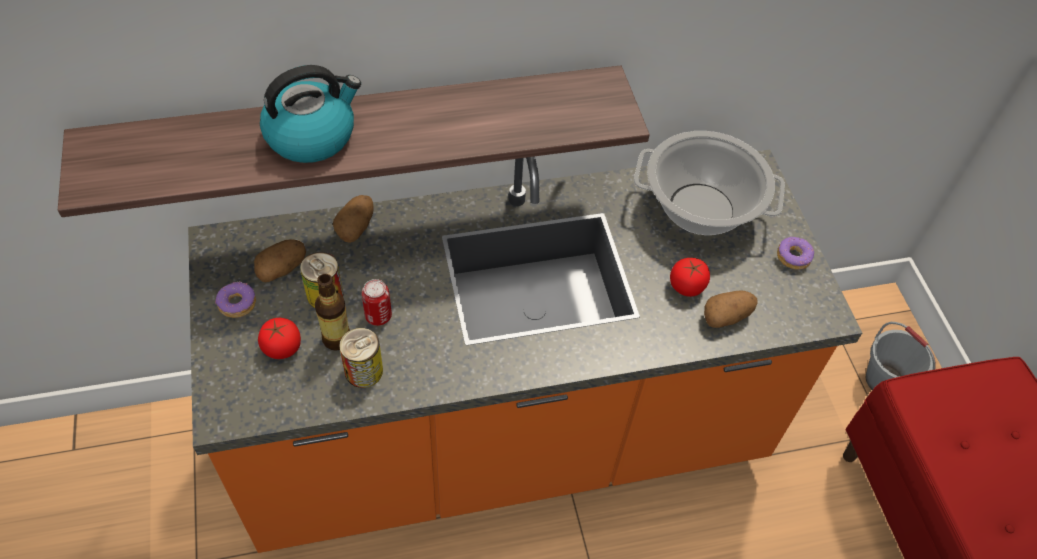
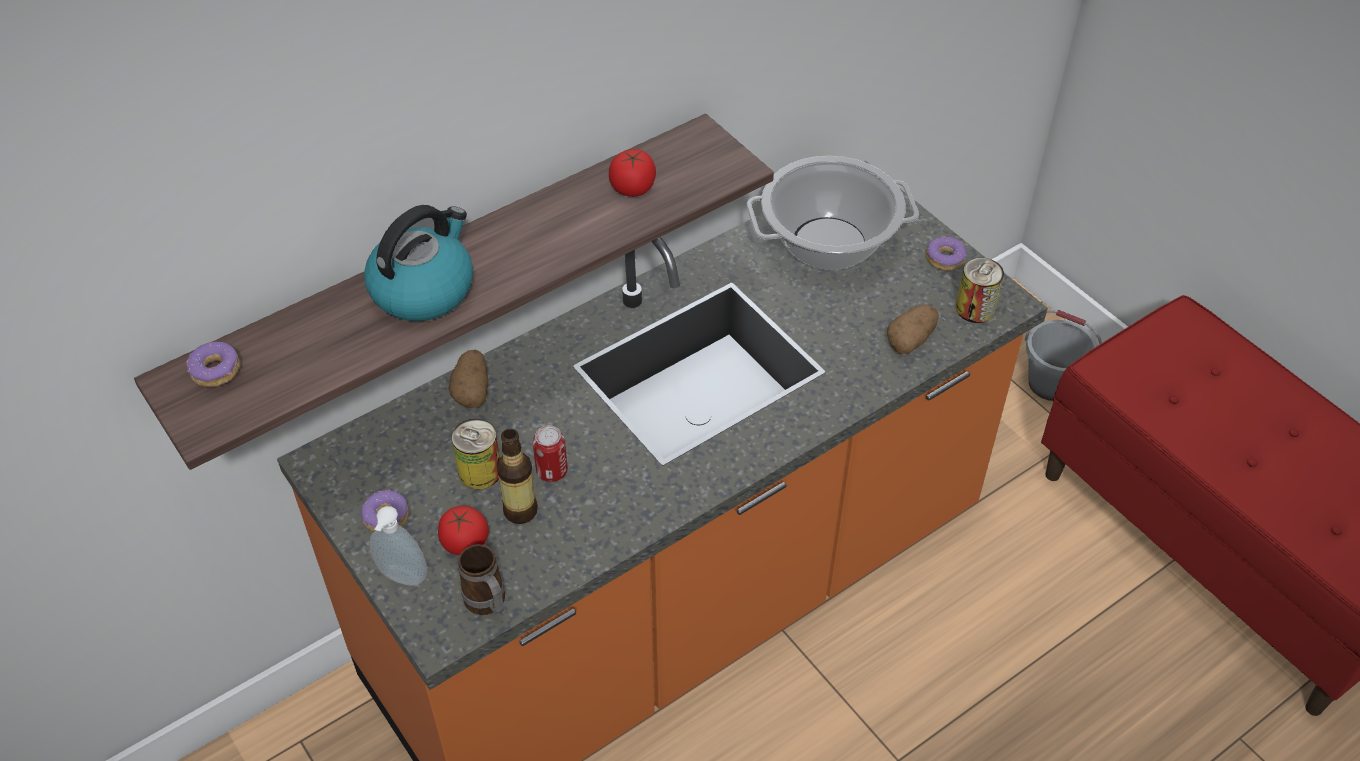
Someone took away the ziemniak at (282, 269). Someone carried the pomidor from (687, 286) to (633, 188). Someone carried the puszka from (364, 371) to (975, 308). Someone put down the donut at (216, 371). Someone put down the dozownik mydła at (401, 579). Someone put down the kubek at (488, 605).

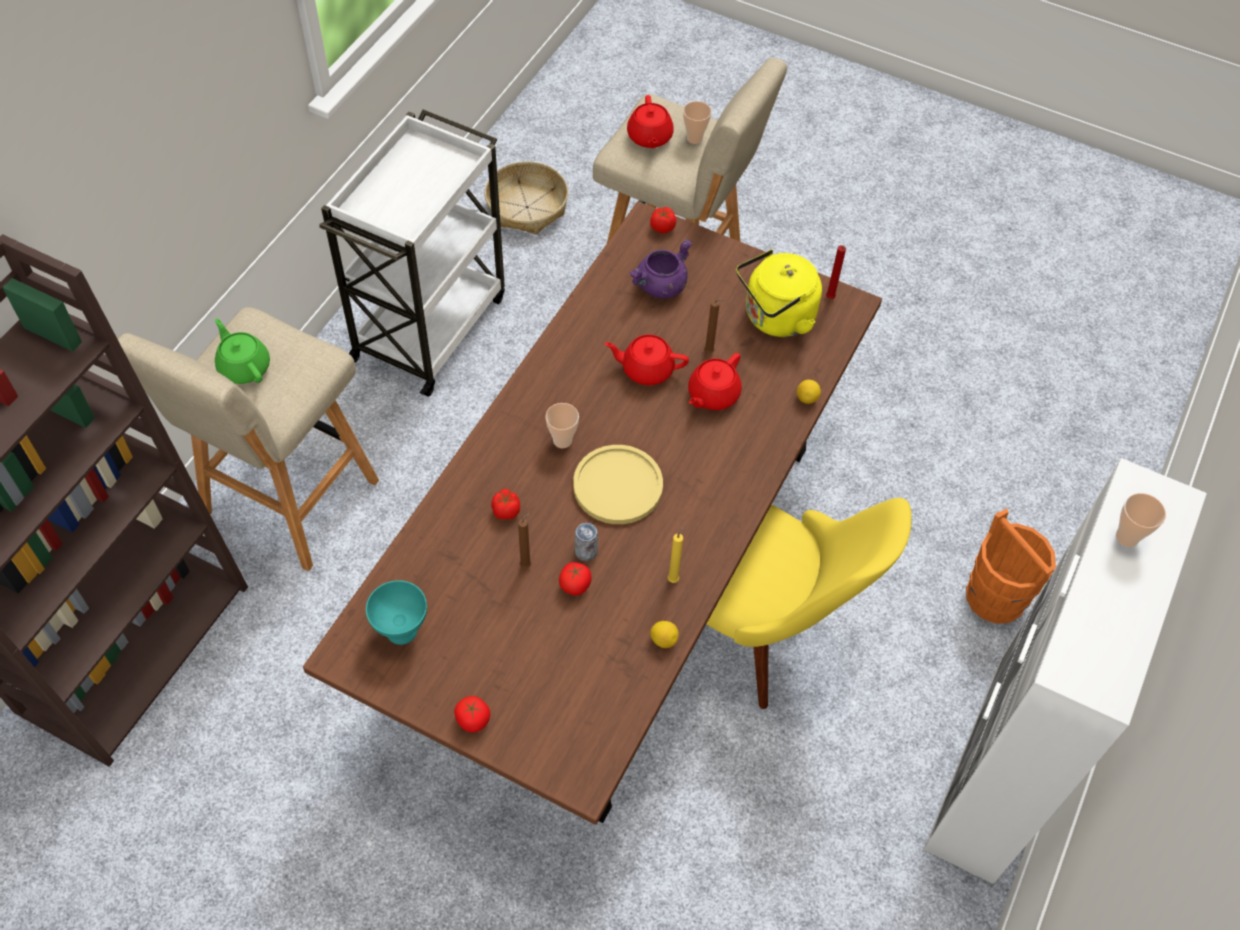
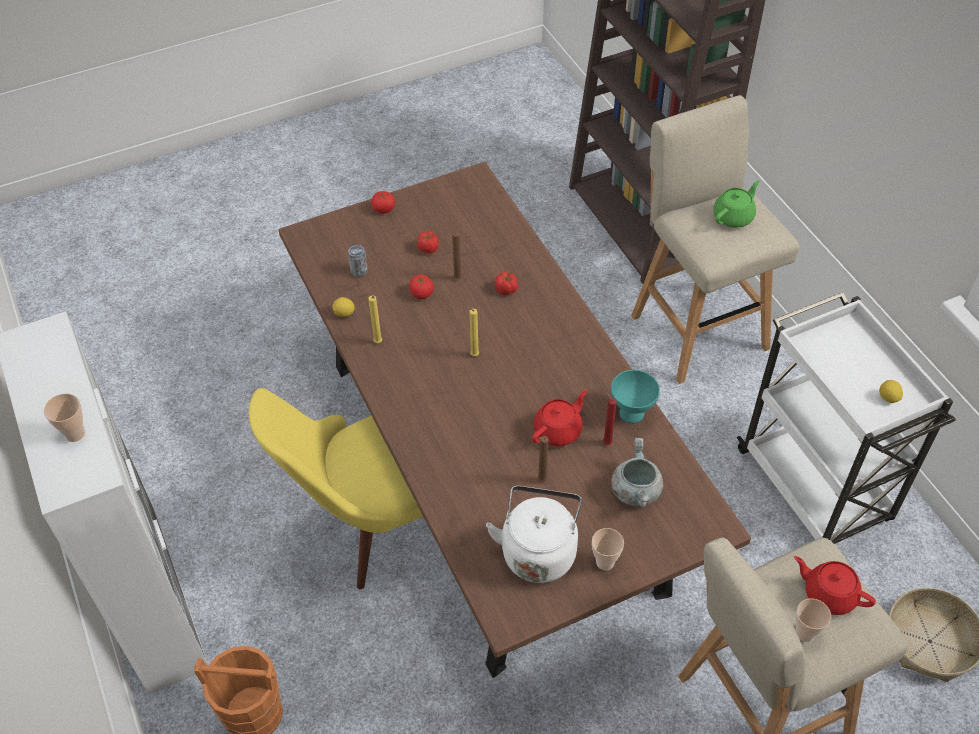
Someone carried the pomidor from (662, 227) to (428, 248). Someone repainted the garnek [fioletowy] at (660, 286), which became the garnek [szary] at (635, 491). Someone carried the świeca [czerwony] from (830, 299) to (606, 442). Someone repainted the czajnik [żółty] at (775, 318), which became the czajnik [biały] at (538, 550). Someone rotated the imbryk [zielony] at (244, 367) by 45 degrees counterclockwise. Someone took away the imbryk [czerwony] at (712, 394). Someone carried the cytryna from (807, 398) to (888, 398). Someone carried the filiżanka from (562, 440) to (605, 562). Someone swapped the talerz [żółty] at (618, 486) for the świeca [żółty] at (473, 355). Someone carried the puszka from (586, 552) to (359, 271). Someone carried the miska [turkusowy] from (400, 630) to (632, 413).

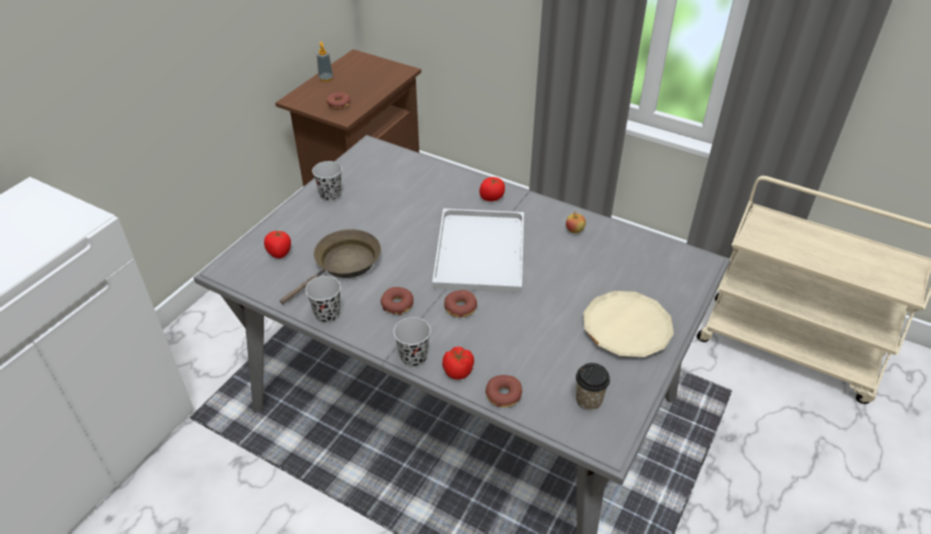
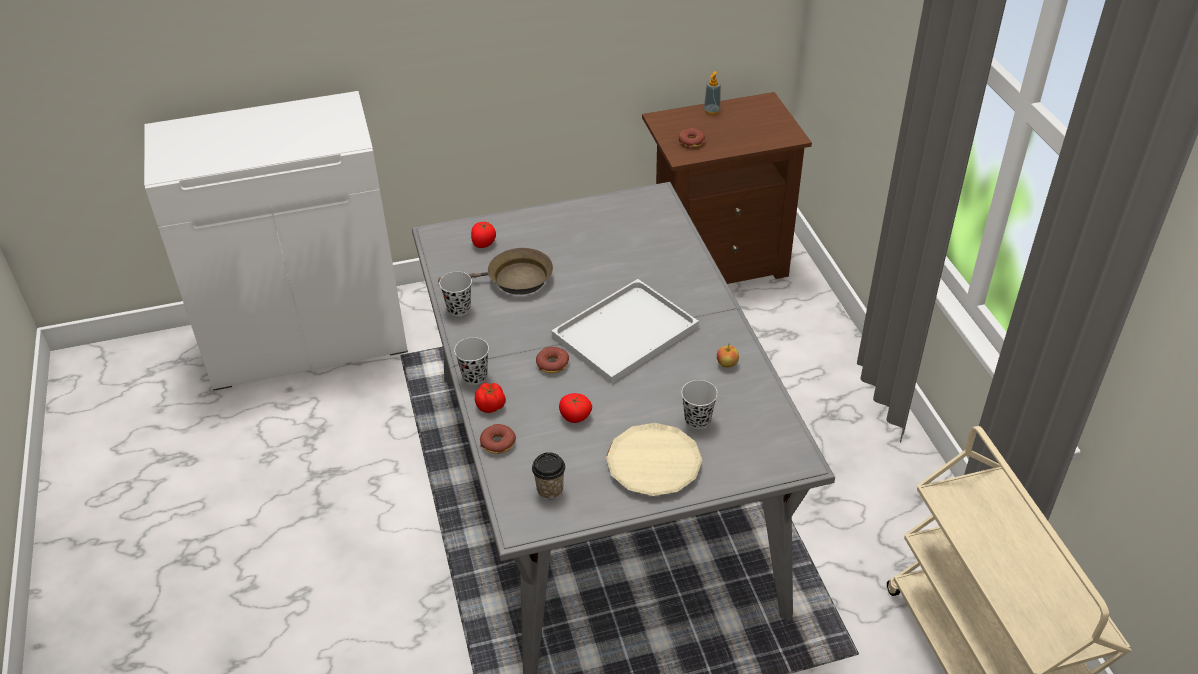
Someone carried the filiżanka [czarny] from (330, 195) to (697, 420). Someone carried the pomidor from (492, 197) to (575, 417). Someone took away the donut at (397, 304).

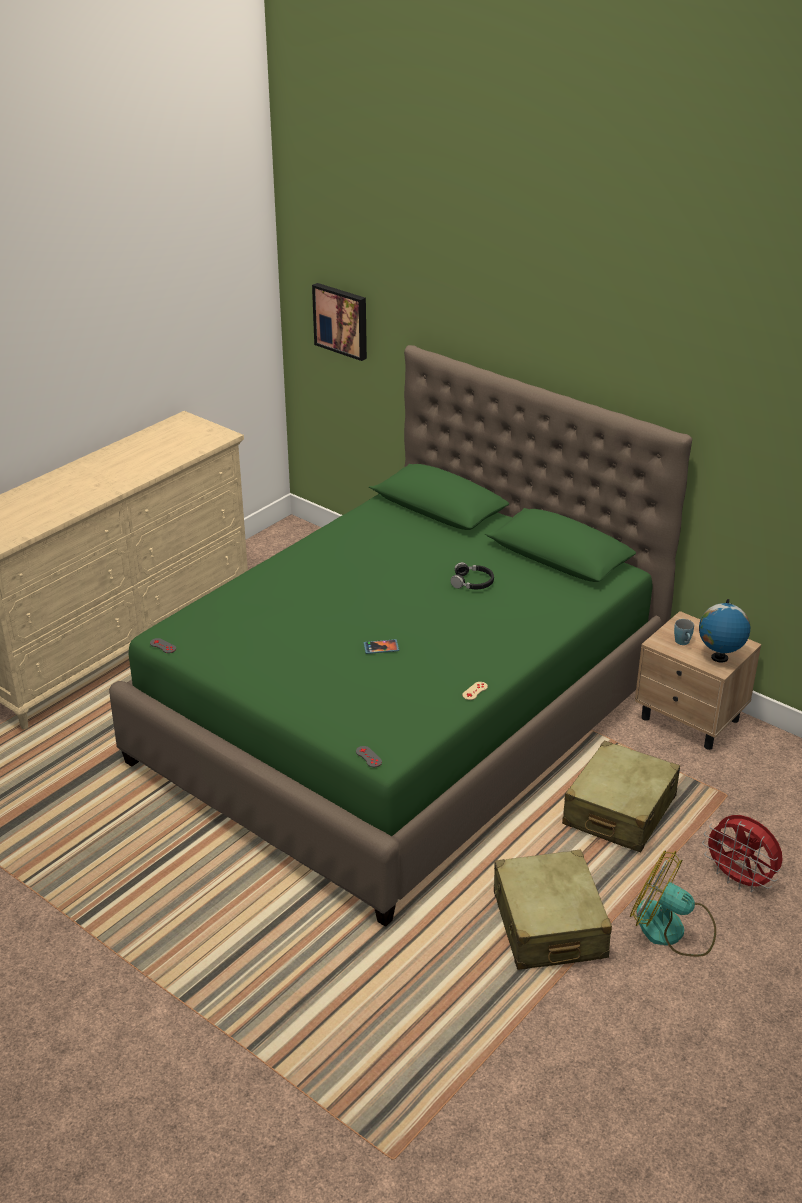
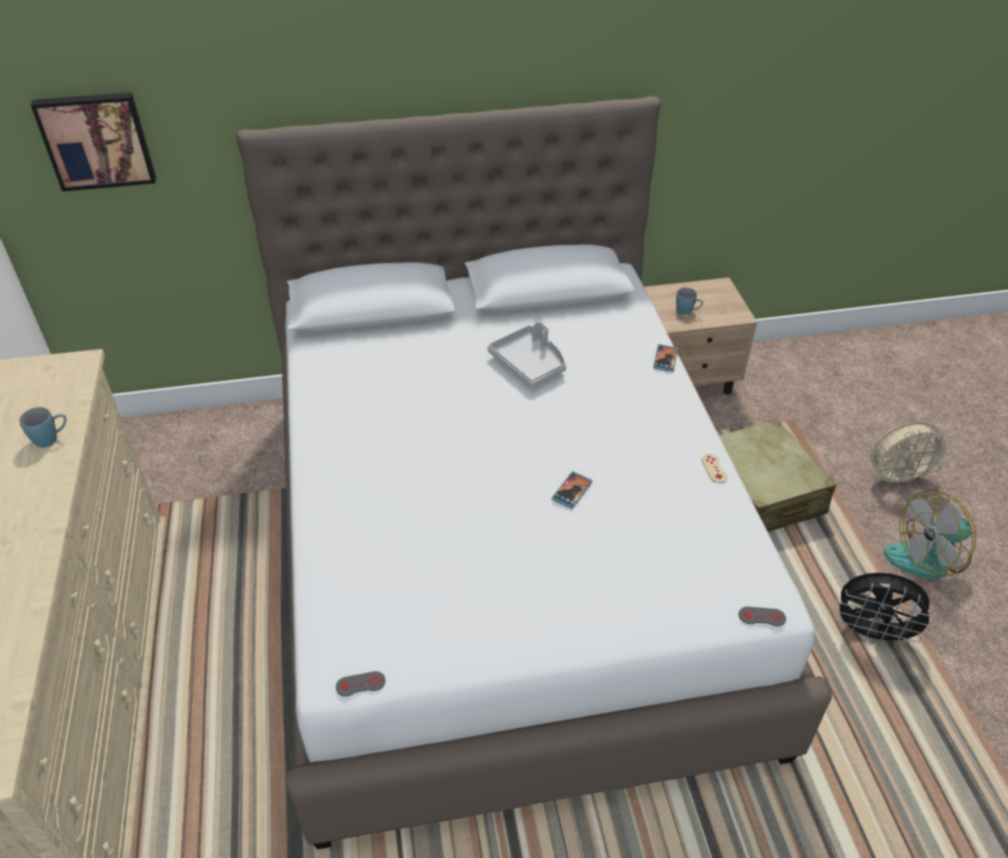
Someone repainted the łóżko [zielony] at (402, 721), which became the łóżko [biały] at (504, 552). Someone swapped the słuchawki [czarny] at (472, 582) for the taca [szary] at (529, 364). Someone took away the globus at (719, 658). Someone repainted the wentylator [czerwony] at (739, 880), which became the wentylator [beżowy] at (896, 479). Someone swapped the walizka [beżowy] at (548, 925) for the wentylator [czarny] at (871, 633). Someone put down the telefon at (665, 359). Someone put down the kubek [niebieski] at (52, 438).

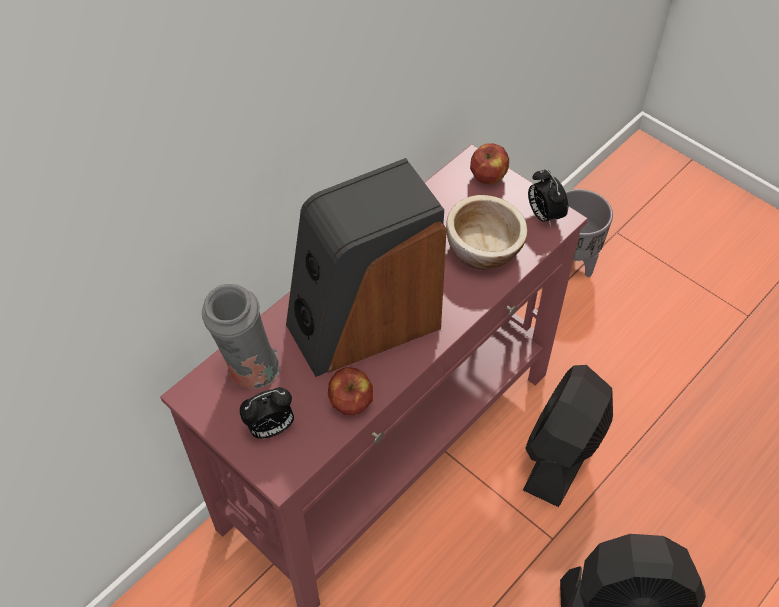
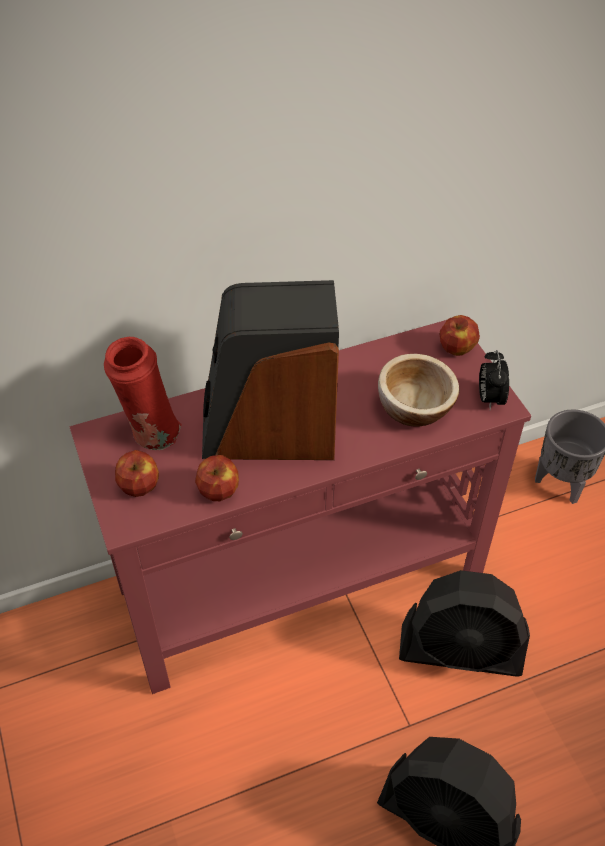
Someone repainted the wazon [szary] at (250, 373), which became the wazon [czerwony] at (151, 435). Someone rotated the wentylator [czarny] at (562, 452) by 135 degrees counterclockwise. Someone swapped the budzik at (270, 428) for the jabłko at (139, 485).

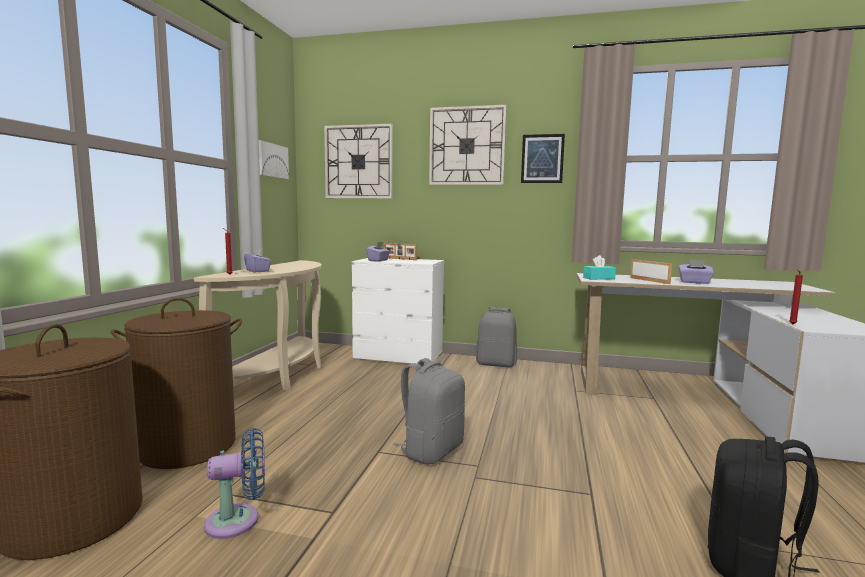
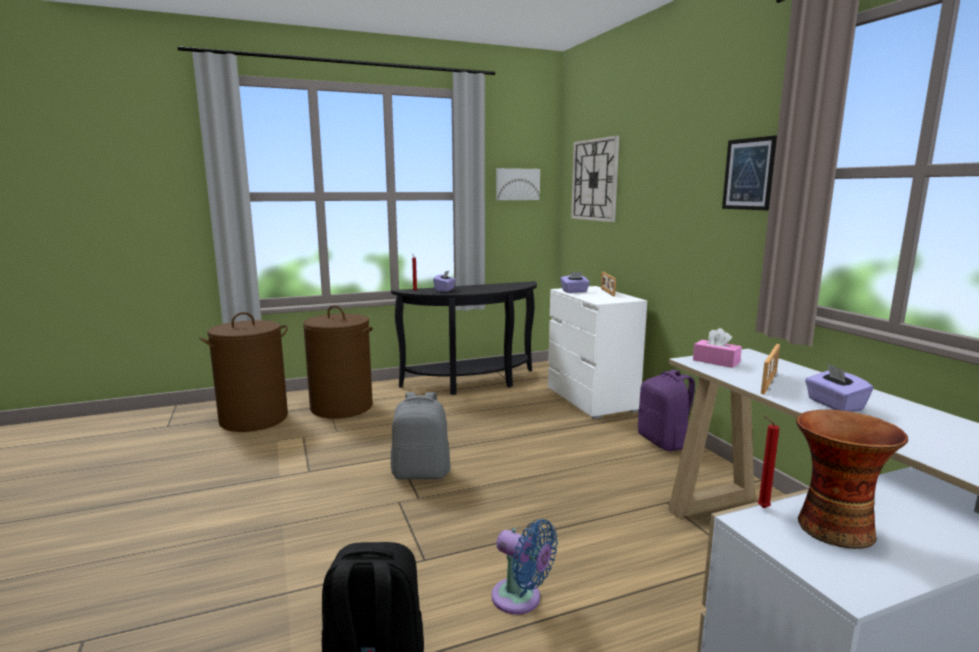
Someone took away the zegar ścienny at (467, 146). Someone repainted the pudełko chusteczek [turkusowy] at (598, 278), which became the pudełko chusteczek [różowy] at (716, 361). Someone repainted the stolik konsolowy [beżowy] at (281, 376), which became the stolik konsolowy [czarny] at (473, 384). Someone repainted the plecak [szary] at (496, 364), which became the plecak [fioletowy] at (664, 442). Someone carried the wentylator [niebieski] from (238, 520) to (520, 599). Someone put down the wazon at (832, 527).

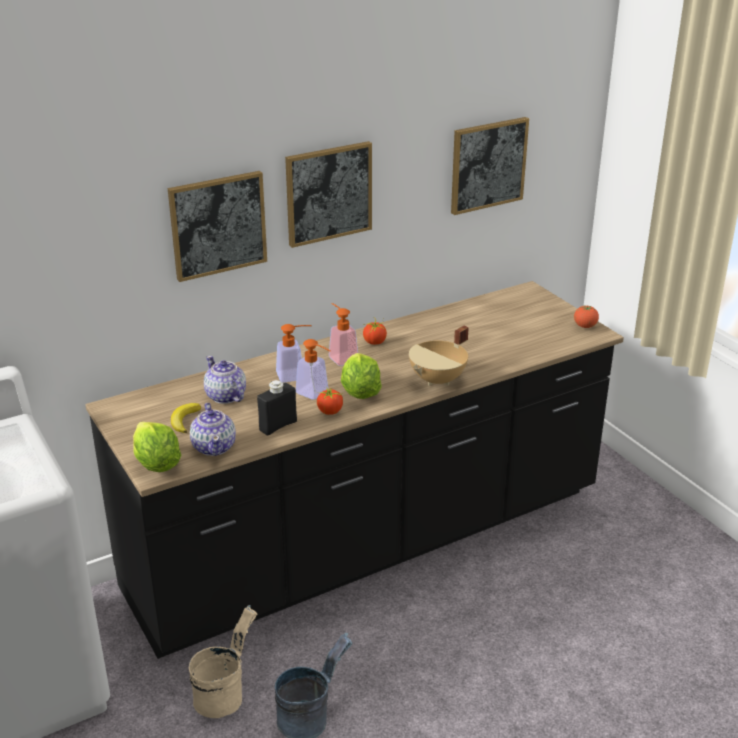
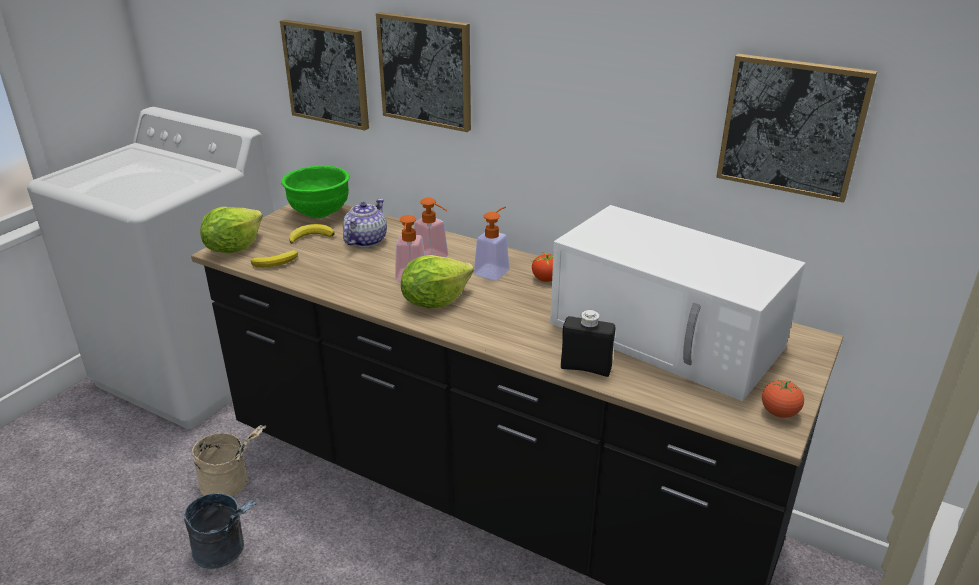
Someone carried the obraz from (328, 193) to (327, 74). Someone took away the garnek [beżowy] at (438, 380). Someone carried the butelka [czarny] from (278, 426) to (586, 368). Someone took away the pomidor at (330, 411). Someone swapped the imbryk at (214, 447) for the banan at (277, 262). Someone put down the miska [zielony] at (319, 213). Someone put down the mikrofalówka [biały] at (668, 335).

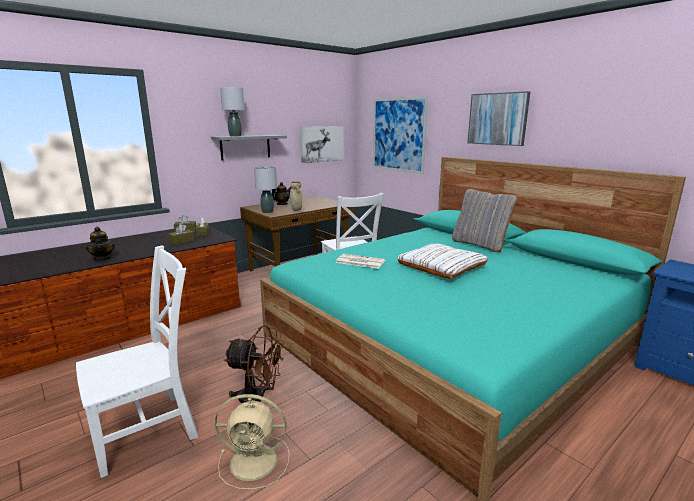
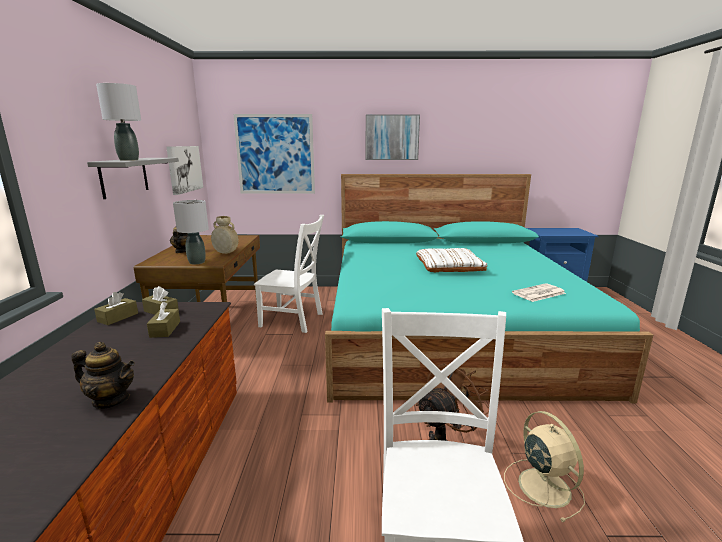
Someone took away the poduszka [szary] at (480, 245). Someone carried the gazeta from (359, 262) to (538, 293). Someone rotated the wentylator [beżowy] at (256, 461) by 60 degrees counterclockwise.

